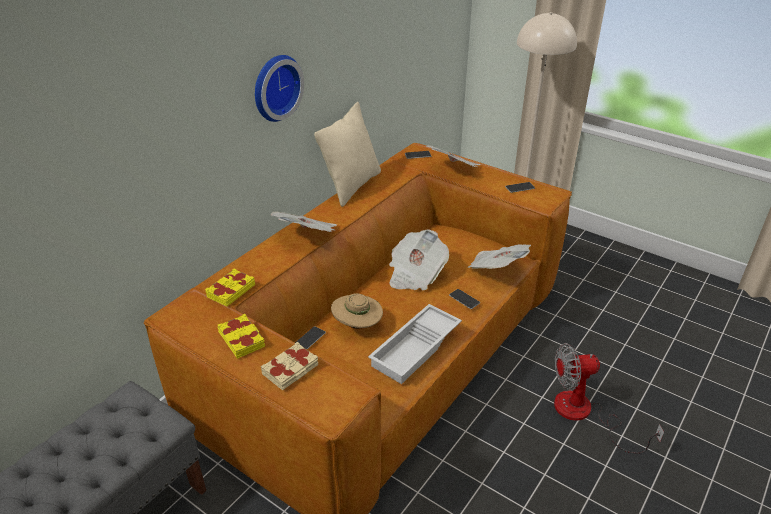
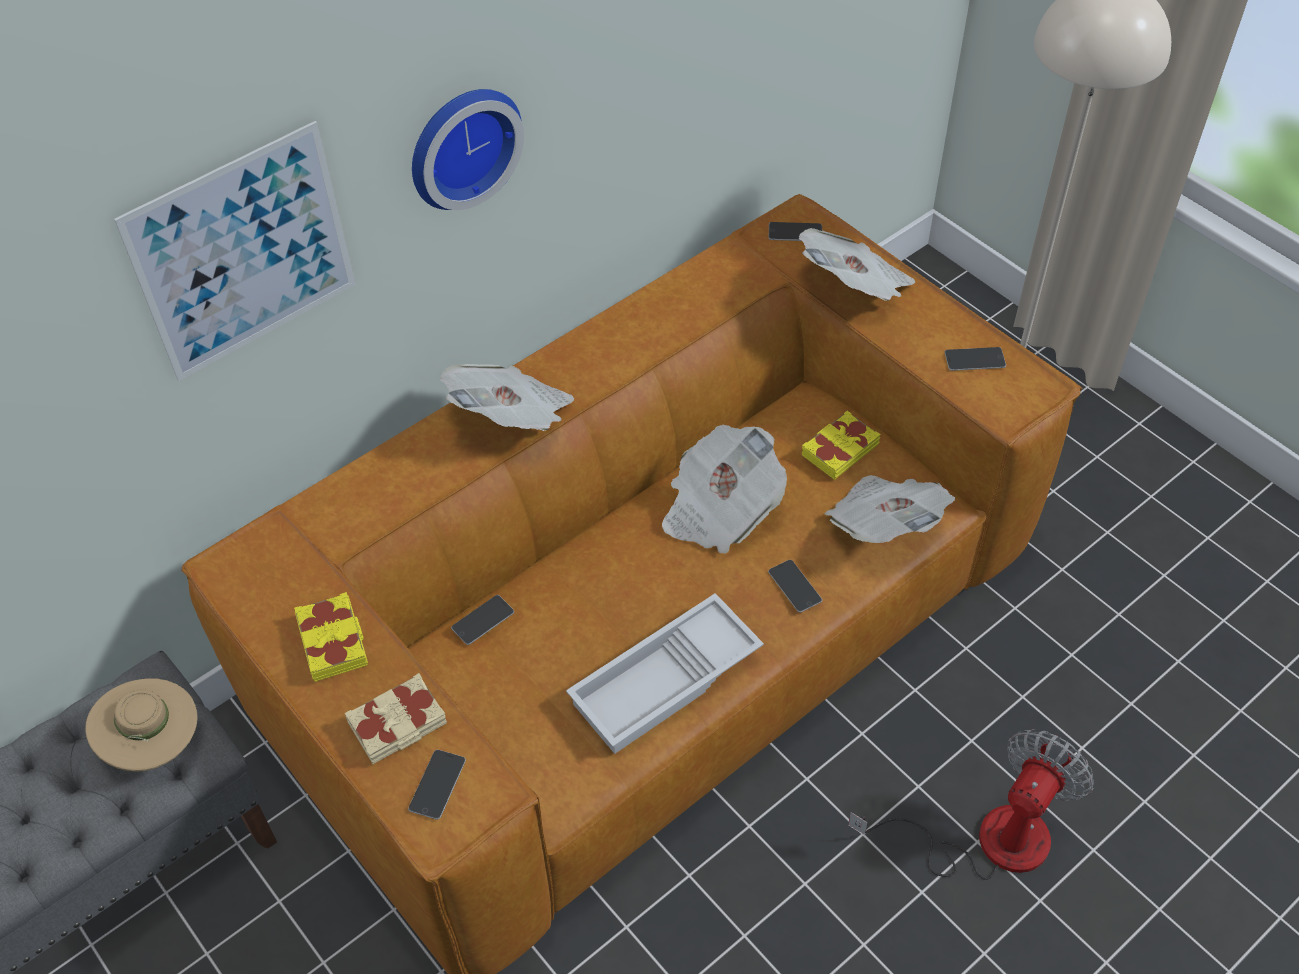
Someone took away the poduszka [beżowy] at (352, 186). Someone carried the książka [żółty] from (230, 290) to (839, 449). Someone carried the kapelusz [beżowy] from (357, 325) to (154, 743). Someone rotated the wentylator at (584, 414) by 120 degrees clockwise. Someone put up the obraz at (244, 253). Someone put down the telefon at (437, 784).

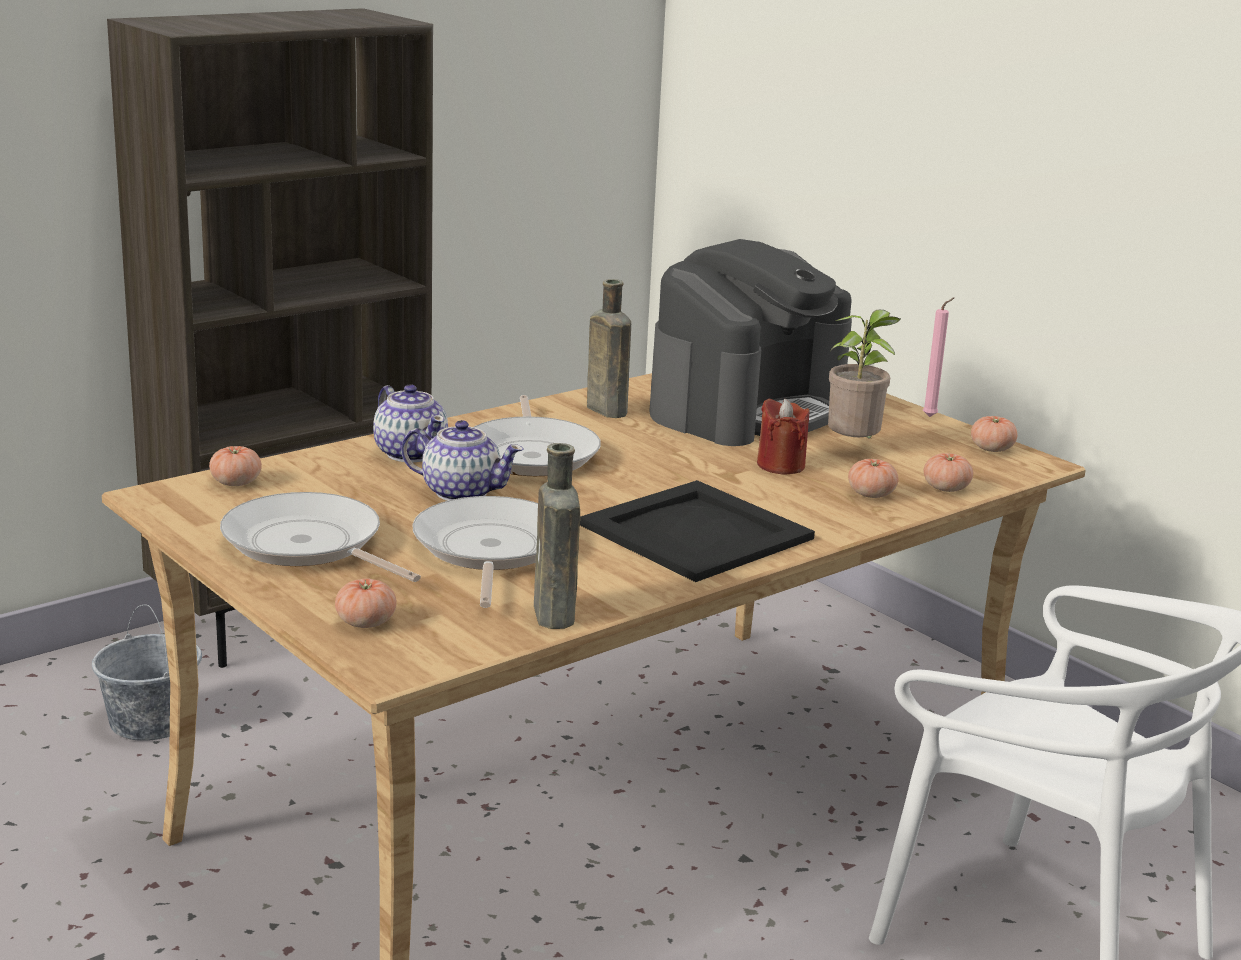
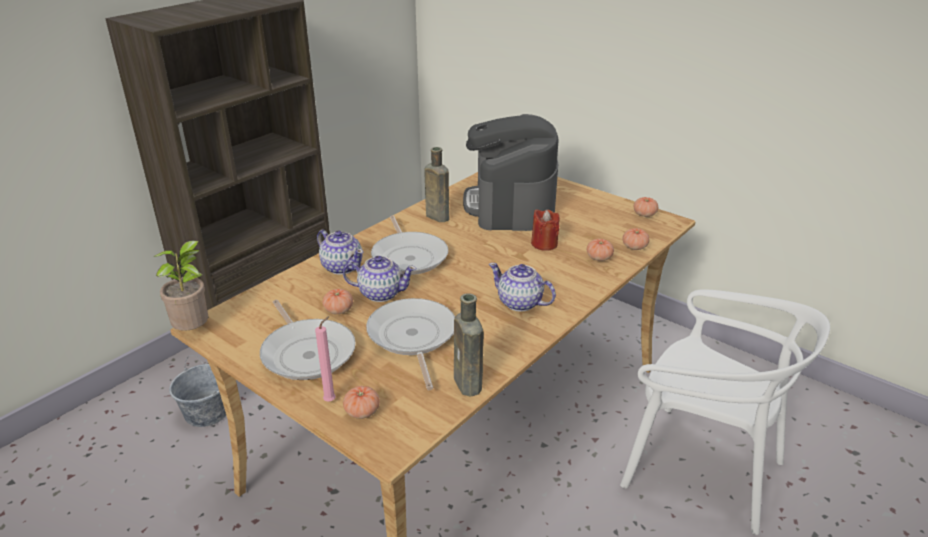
Someone rotated the ekspres do kawy at (747, 409) by 150 degrees clockwise. Someone carried the świeca [różowy] from (931, 416) to (331, 400). Someone carried the roślina doniczkowa from (854, 448) to (195, 331). Someone carried the pomidor from (236, 482) to (338, 310). Someone swapped the taca [czarny] at (696, 532) for the imbryk at (520, 303). Someone rotated the patelnia at (308, 545) by 150 degrees counterclockwise.

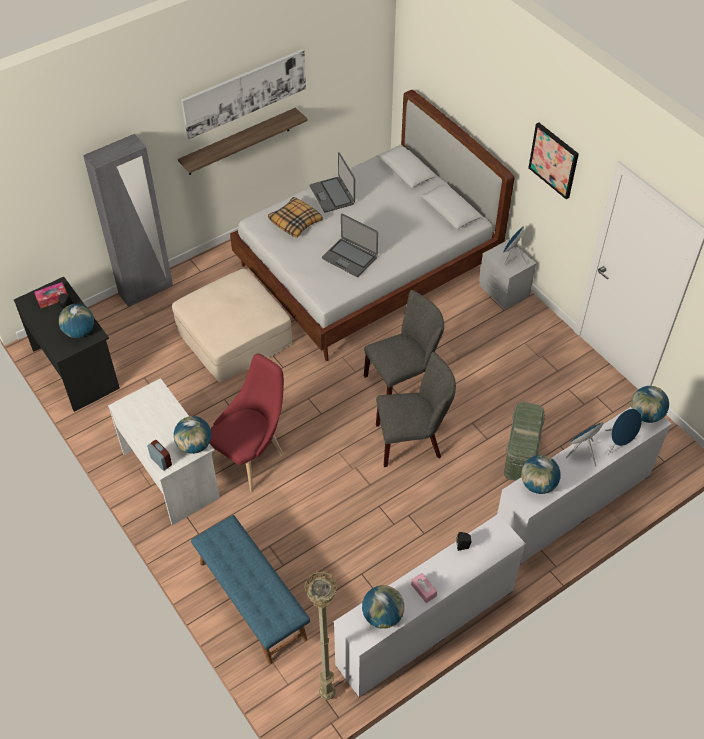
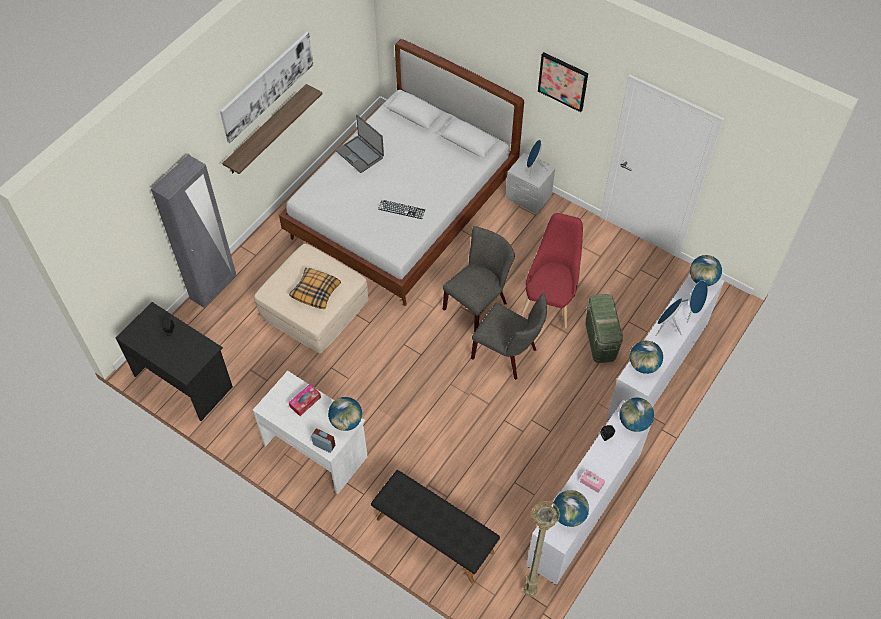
Someone carried the poduszka from (295, 221) to (316, 291). Someone swapped the laptop at (350, 257) for the klawiatura at (401, 209). Someone carried the pudełko chusteczek from (52, 298) to (305, 402). Someone carried the globus from (79, 332) to (634, 422). Someone rotated the krzesło [szary] at (412, 441) by 60 degrees clockwise. Someone carried the krzesło [czerwony] from (251, 456) to (550, 301). Someone repainted the ławka [niebieski] at (251, 601), which became the ławka [czarny] at (434, 536).

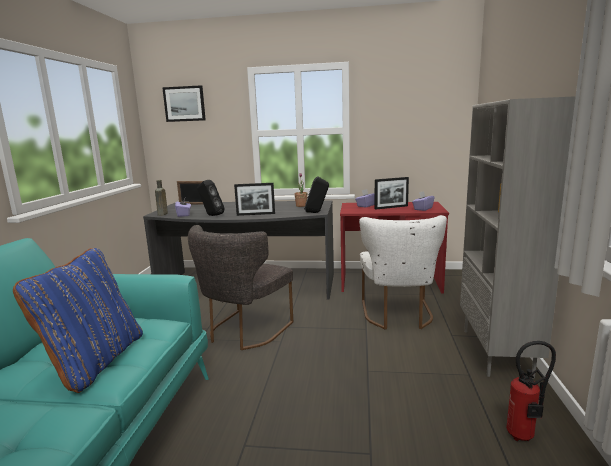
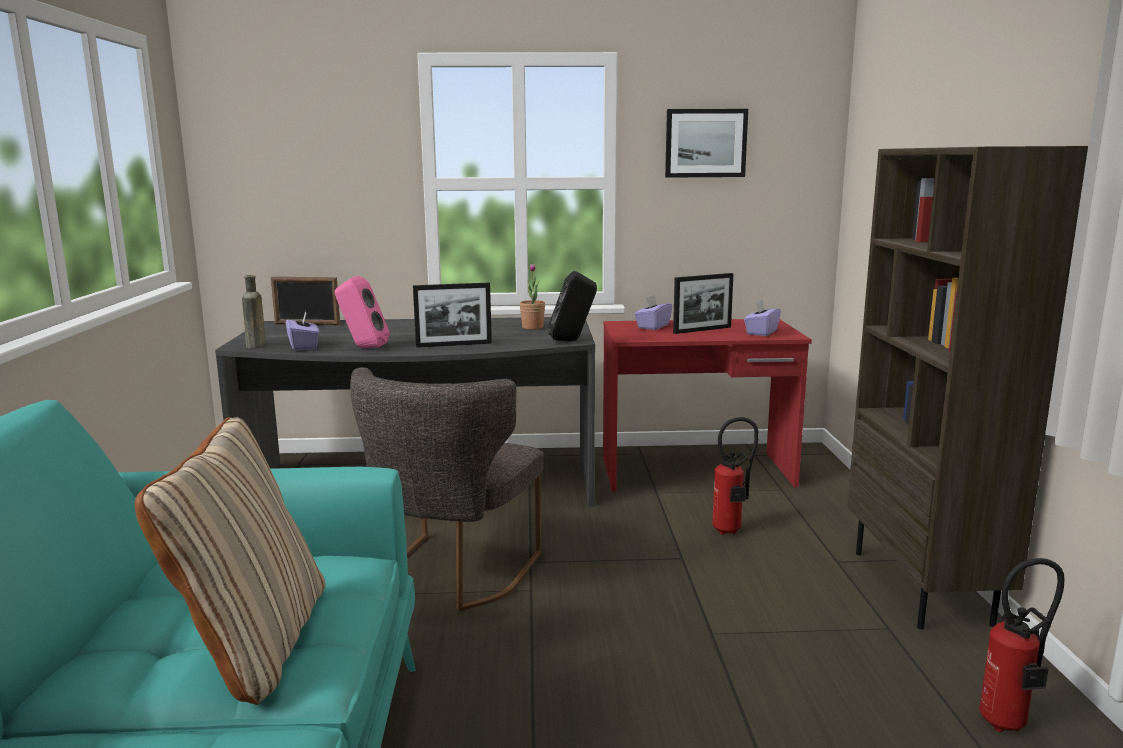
Someone carried the obraz from (184, 104) to (705, 143). Someone repainted the regał [szary] at (497, 352), which became the regał [brązowy] at (923, 587). Someone repainted the głośnik [czarny] at (211, 215), which became the głośnik [różowy] at (363, 347). Someone swapped the krzesło [biały] at (398, 315) for the gaśnica at (731, 531). Someone repainted the poduszka [niebieski] at (95, 361), which became the poduszka [beżowy] at (253, 643).

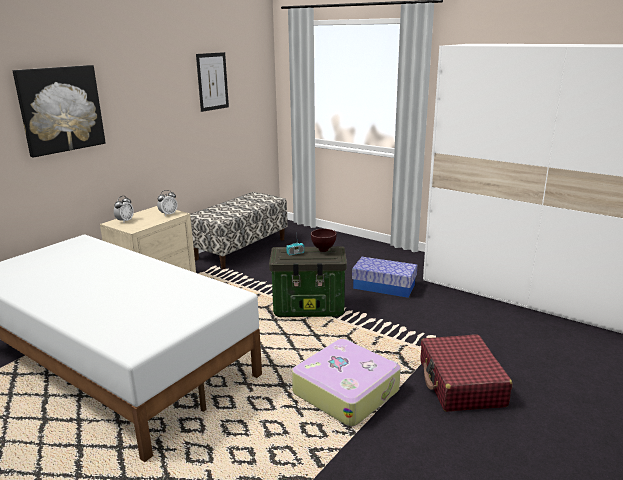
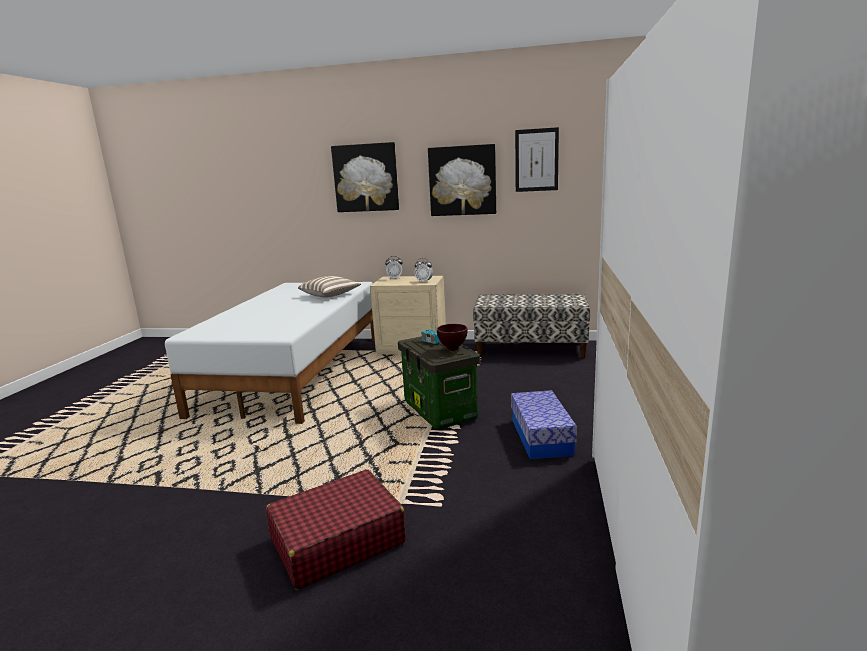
Someone took away the walizka at (346, 391). Someone put up the obraz at (462, 180). Someone put down the poduszka at (330, 295).

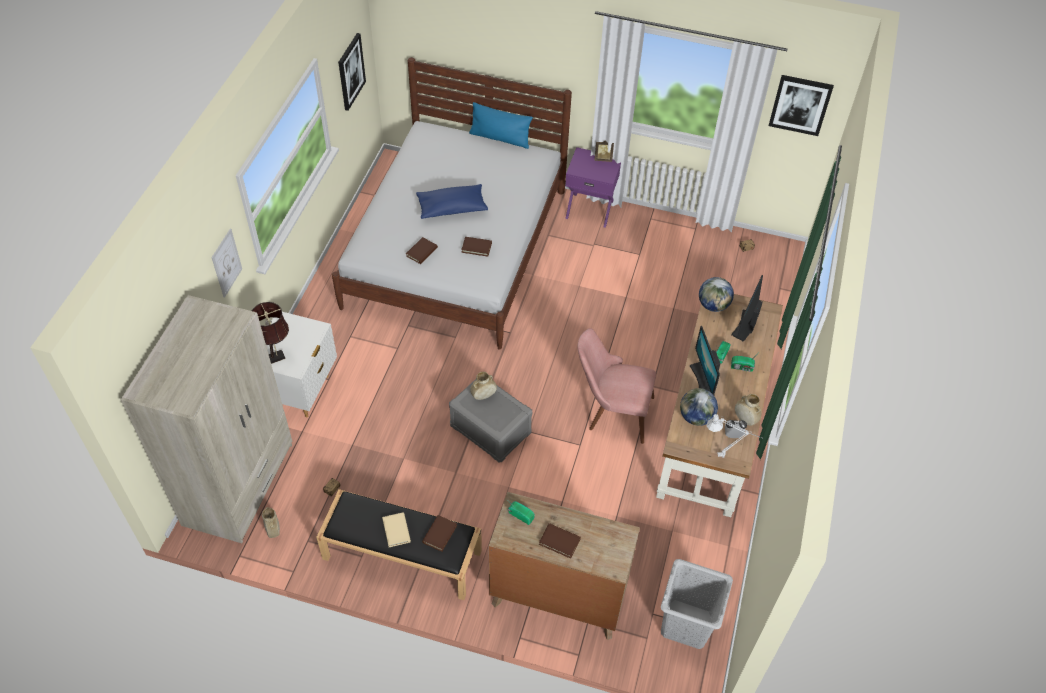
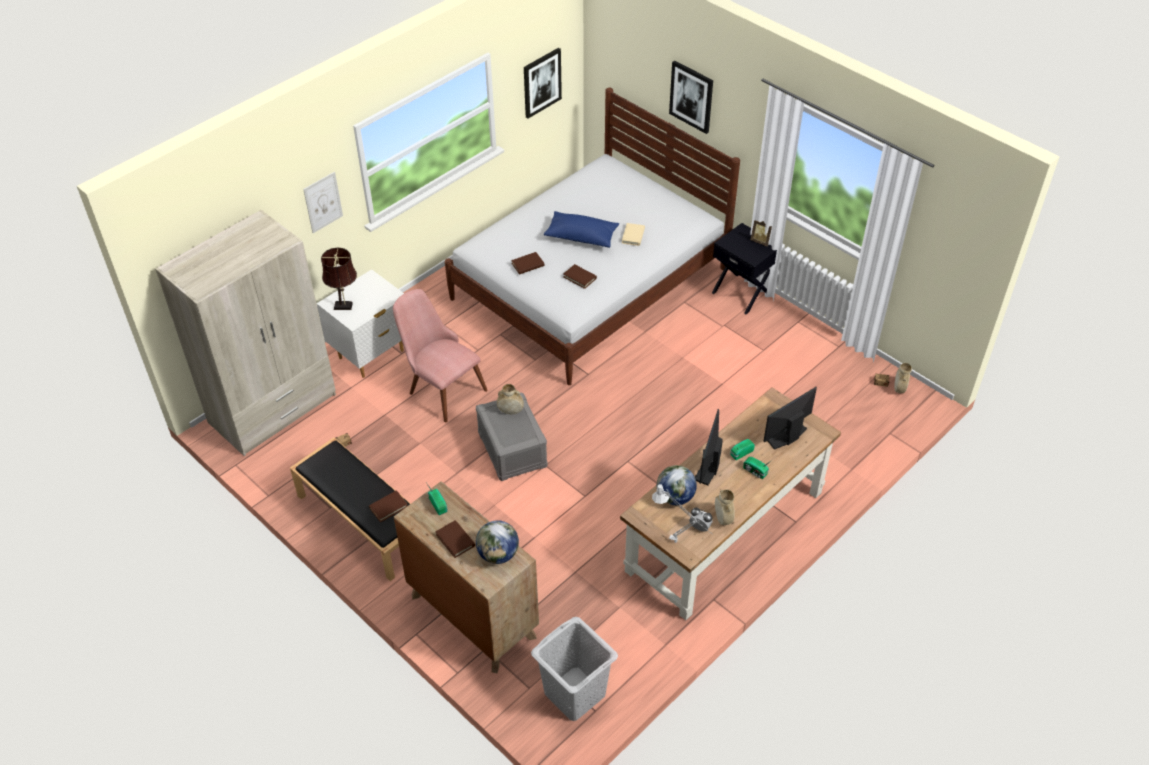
Someone carried the obraz from (800, 104) to (691, 96). Someone took away the poduszka [niebieski] at (500, 138). Someone repainted the szafka nocna [fioletowy] at (590, 209), which became the szafka nocna [czarny] at (742, 293). Someone carried the globus from (713, 305) to (498, 554). Someone carried the krzesło [różowy] from (612, 411) to (440, 387). Someone carried the wazon [beżowy] from (273, 530) to (899, 389). Someone carried the książka [beżowy] from (396, 530) to (633, 236).

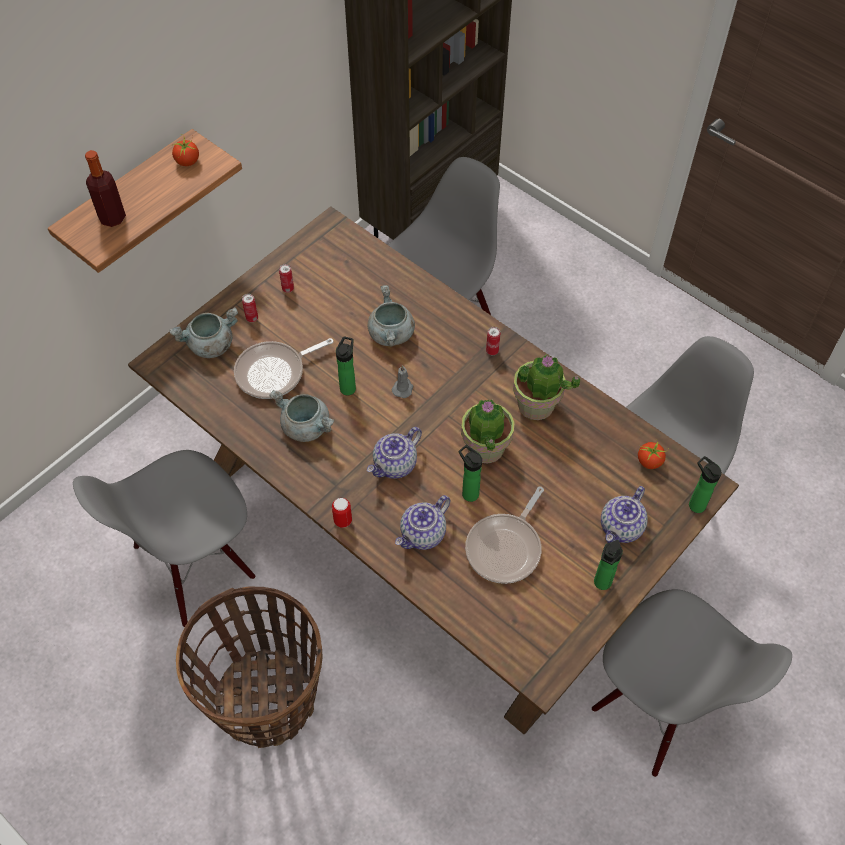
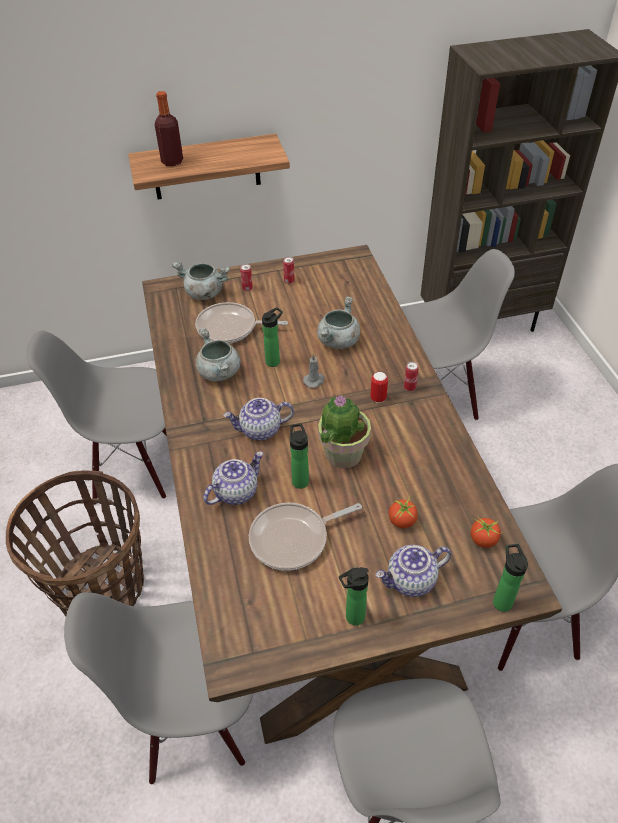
Someone carried the pomidor from (187, 161) to (402, 521). Someone took away the roślina doniczkowa at (536, 405). Someone rotated the imbryk at (423, 535) by 150 degrees clockwise. Someone carried the puszka from (343, 521) to (378, 398). Someone put down the krzesło [szary] at (195, 717).

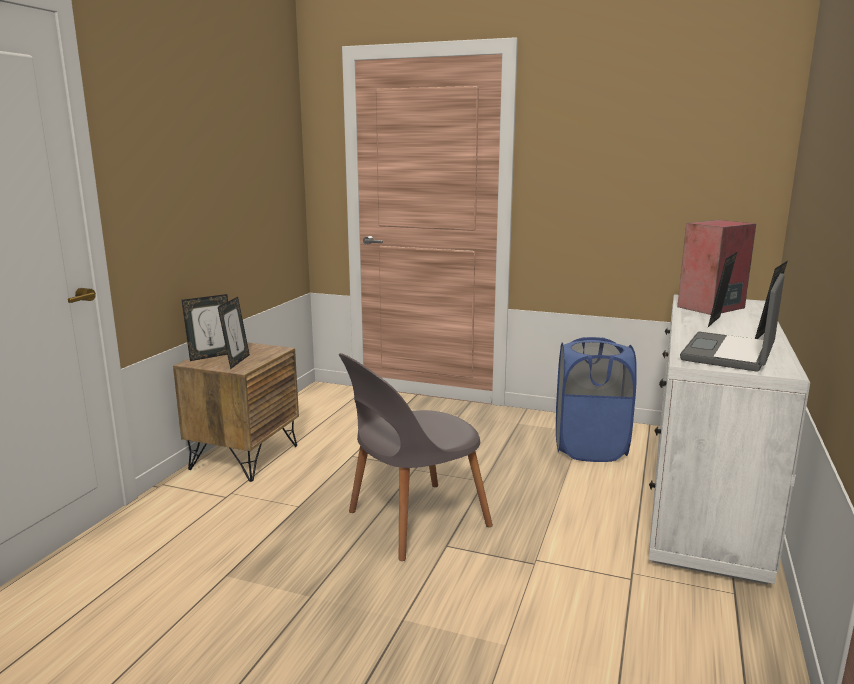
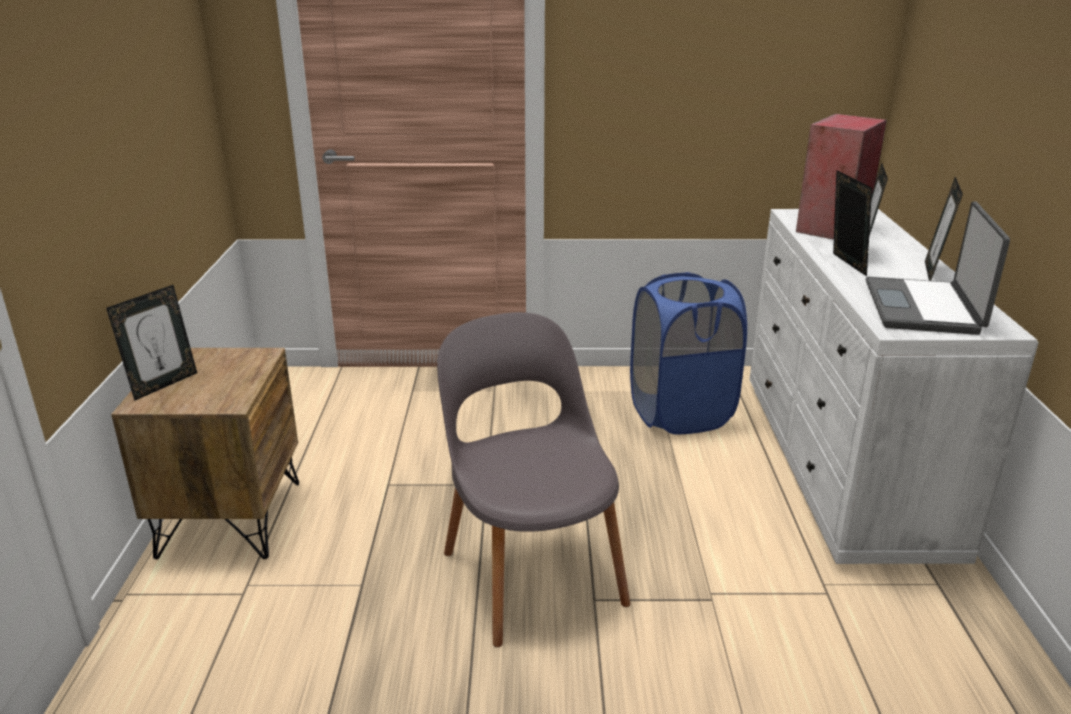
Someone carried the ramka na zdjęcie from (236, 361) to (844, 265). Someone rotated the krzesło [szary] at (413, 521) by 120 degrees clockwise.

